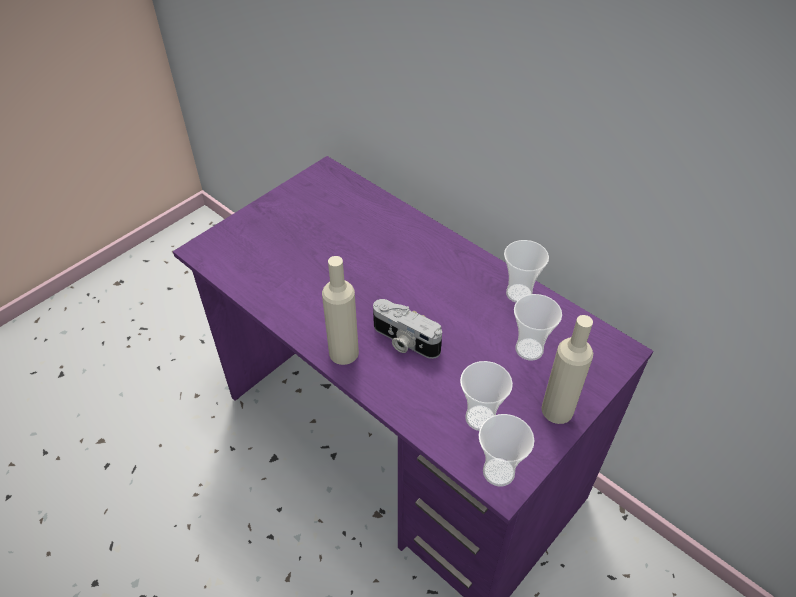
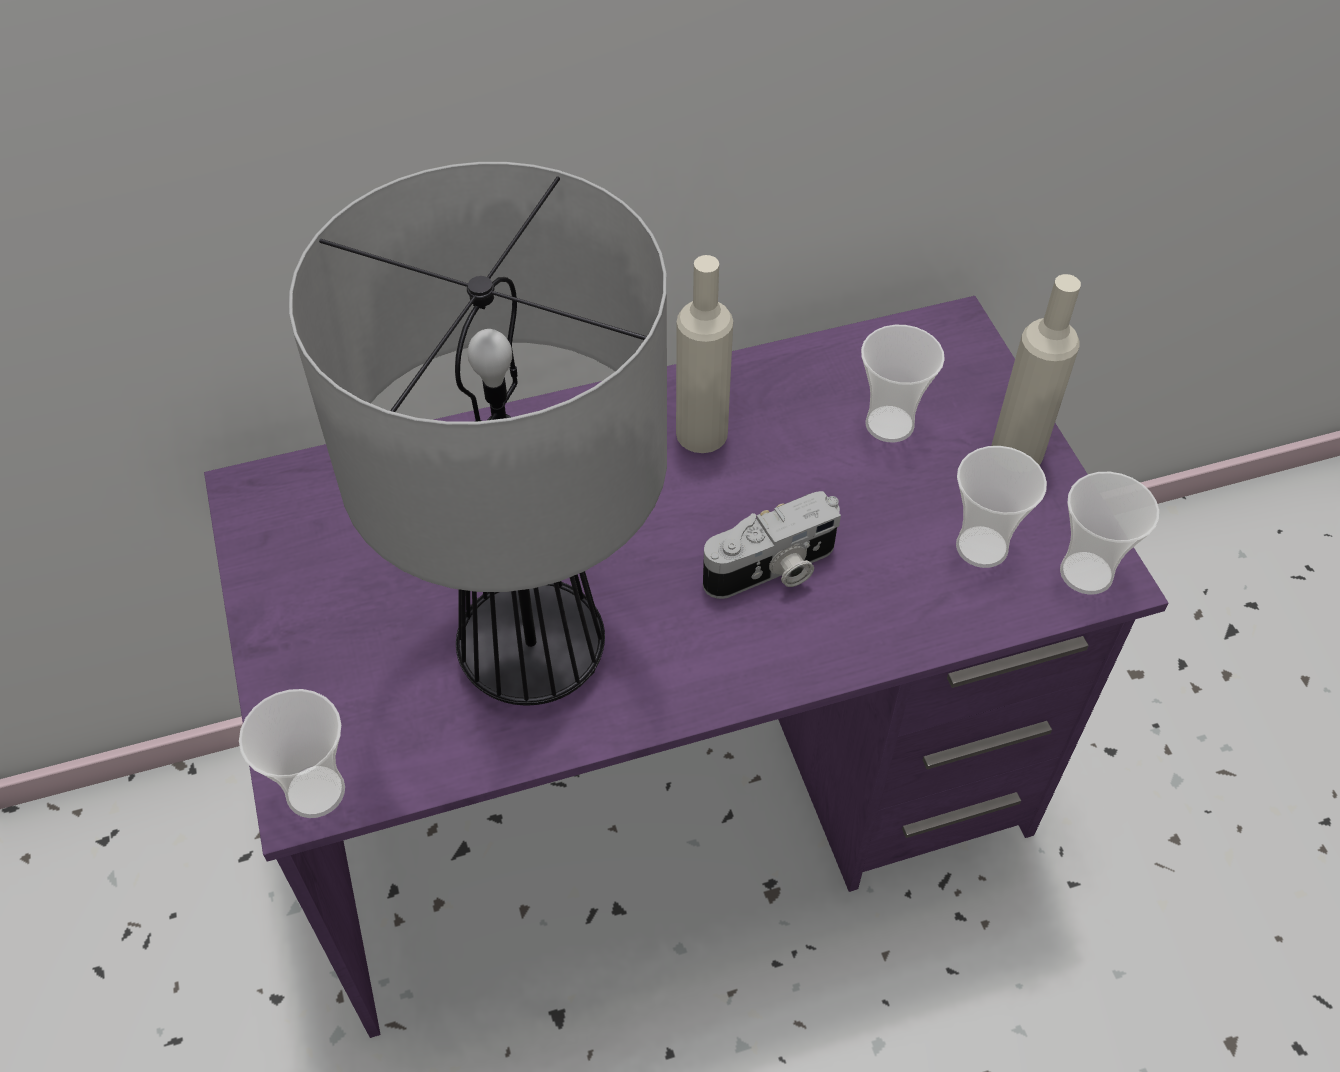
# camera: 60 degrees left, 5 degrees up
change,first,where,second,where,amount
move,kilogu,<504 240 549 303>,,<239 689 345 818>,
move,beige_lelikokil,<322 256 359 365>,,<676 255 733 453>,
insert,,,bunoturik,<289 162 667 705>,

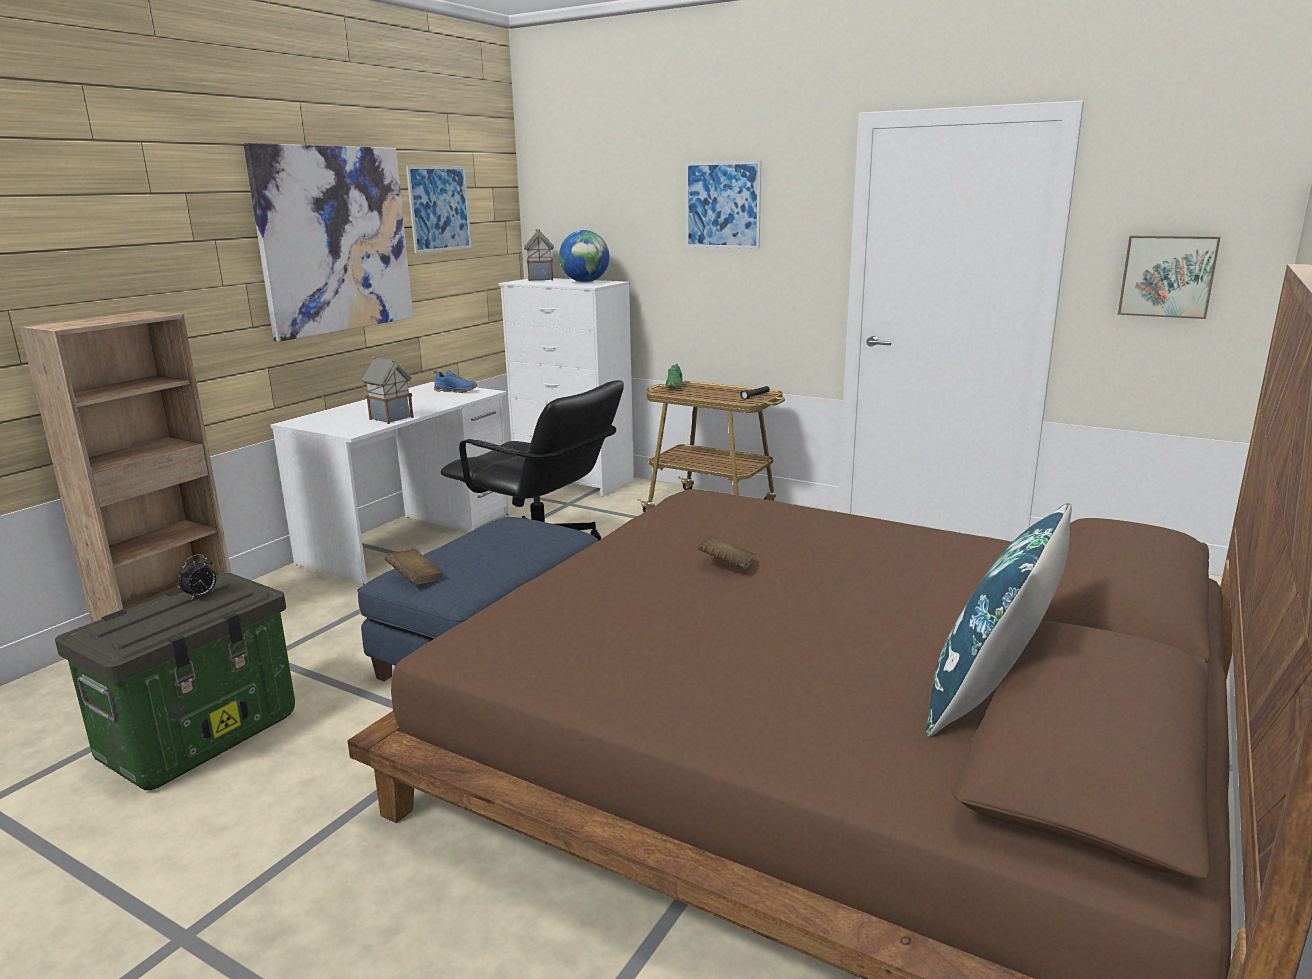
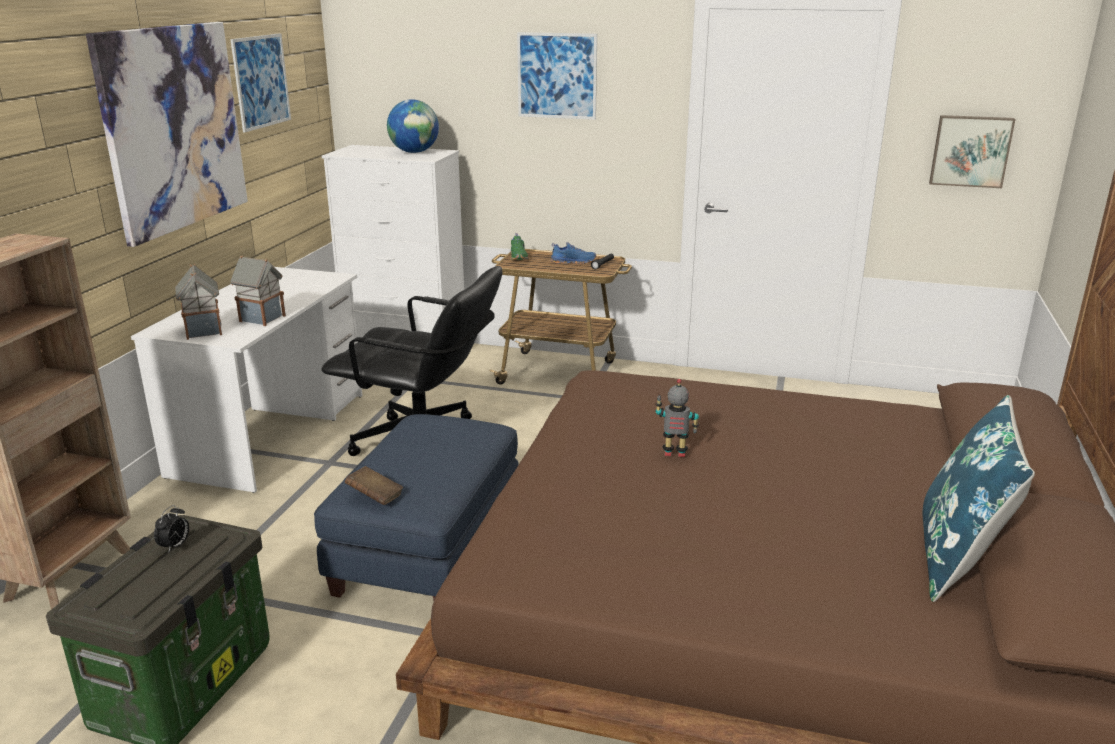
# camera: 15 degrees left, 5 degrees up
change,first,where,second,where,amount
move,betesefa,<524 229 554 281>,,<175 264 222 340>,
move,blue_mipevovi,<434 370 477 393>,,<551 242 596 264>,
replace,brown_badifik,<698 535 755 570>,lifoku,<655 379 699 457>,

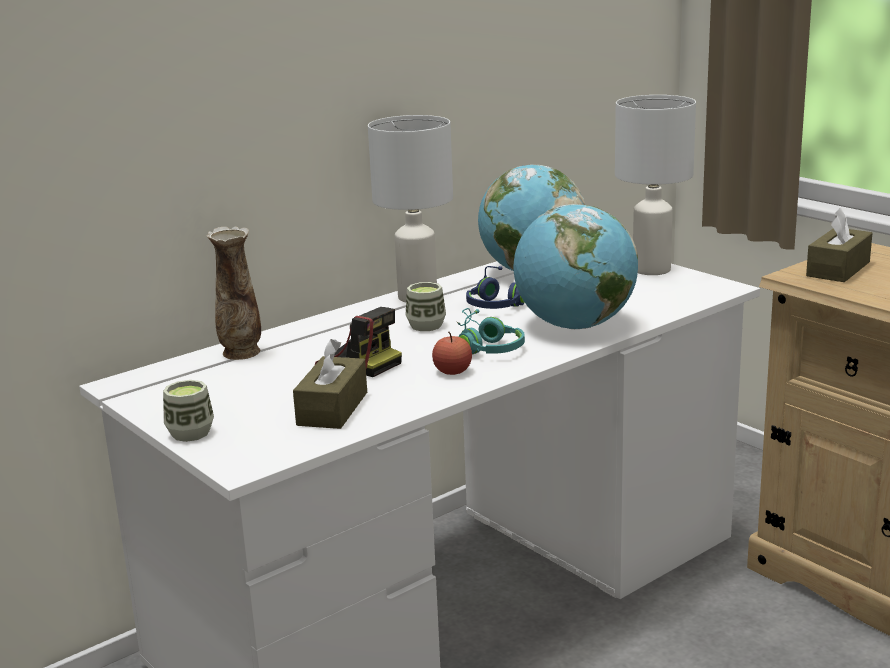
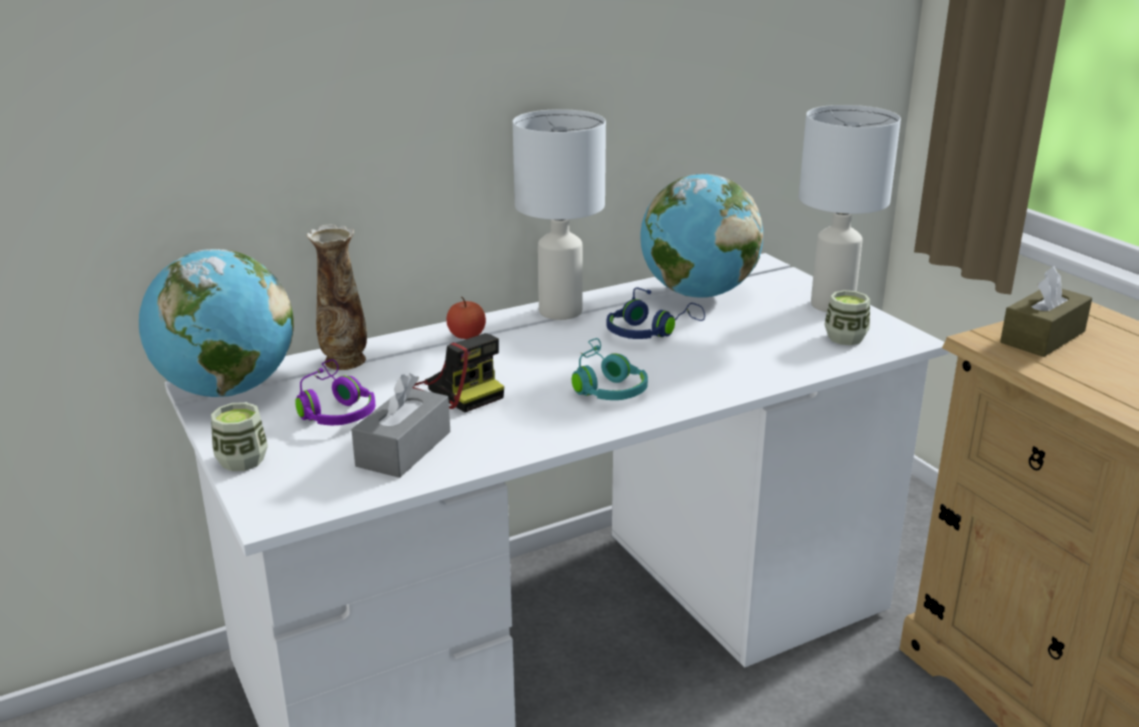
# camera: 10 degrees right, 5 degrees up
change,first,where,second,where,amount
move,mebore,<514 204 638 329>,,<139 249 294 397>,
move,kilogu,<406 282 446 331>,,<824 290 870 345>,
move,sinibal,<432 331 472 375>,,<447 297 486 339>,
recolor,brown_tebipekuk,<293 339 367 429>,grey_tebipekuk,<351 373 450 478>,
insert,,,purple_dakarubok,<295 359 376 425>,

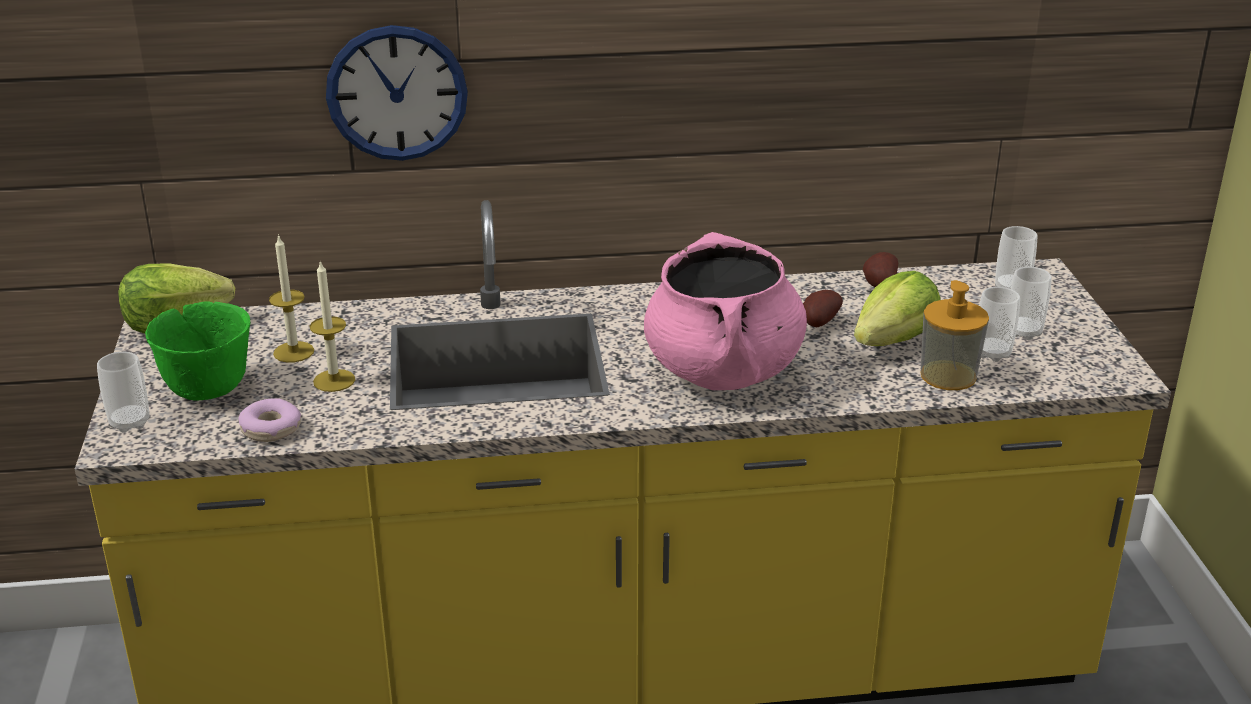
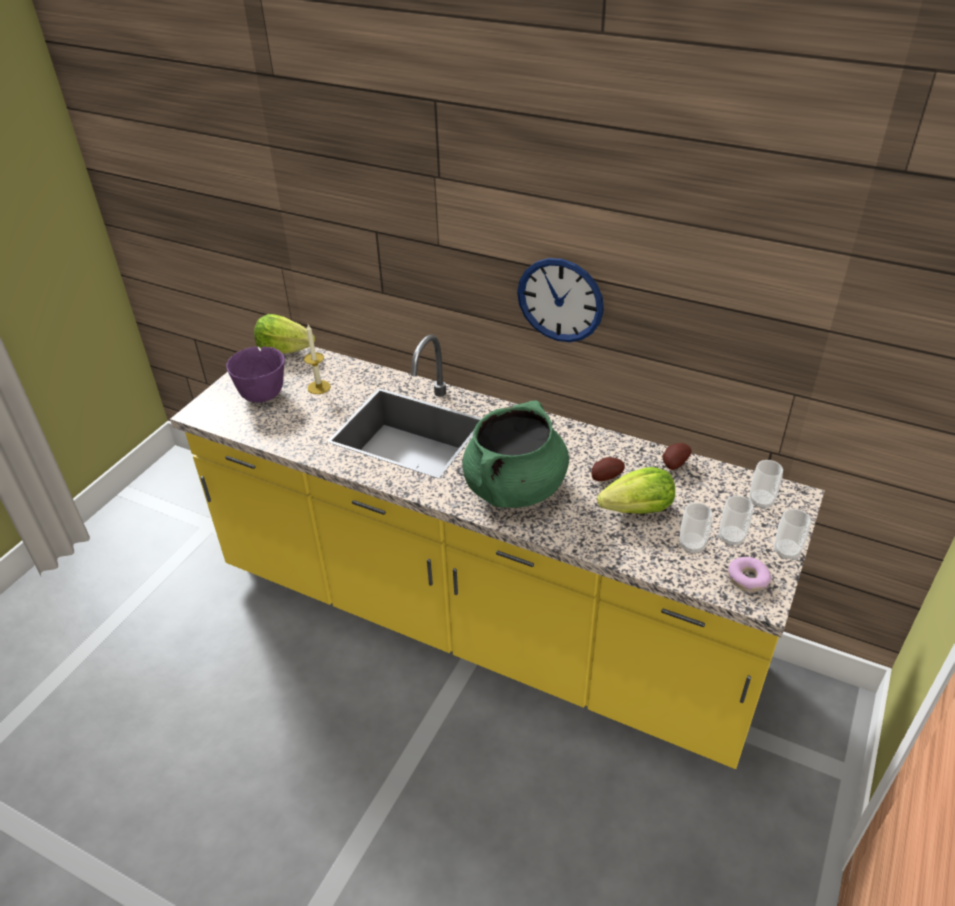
# camera: 35 degrees right, 10 degrees up
change,first,where,second,where,amount
move,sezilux,<326 25 468 161>,,<517 258 604 342>,
recolor,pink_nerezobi,<644 232 807 390>,green_nerezobi,<462 400 569 508>,
delete,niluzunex,<310 261 355 392>,,,
delete,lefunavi,<920 280 989 390>,,,
recolor,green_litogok,<145 302 251 400>,purple_litogok,<226 347 285 403>,
move,kilogu,<97 352 150 433>,,<774 509 811 560>,
move,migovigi,<238 398 301 442>,,<728 557 771 592>,

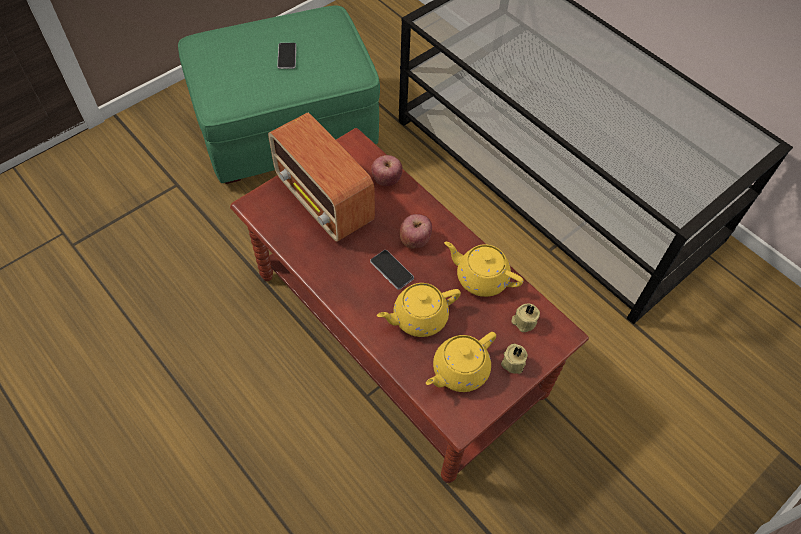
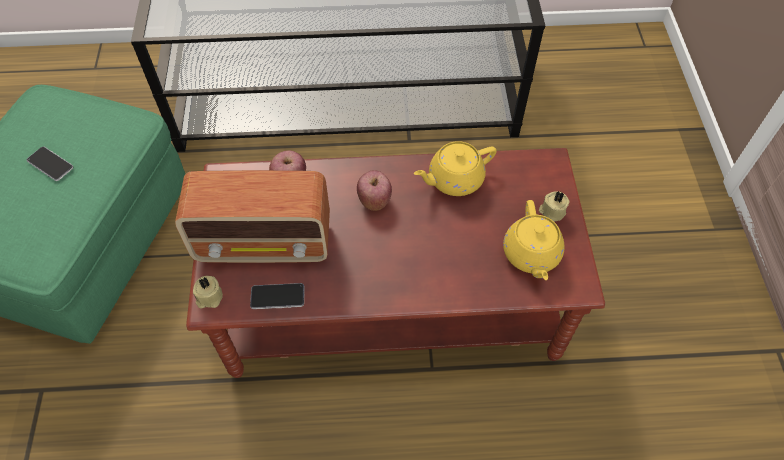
# camera: 50 degrees left, 0 degrees up
change,first,where,second,where,amount
move,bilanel,<370 250 414 290>,,<250 283 305 309>,
delete,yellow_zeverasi,<377 283 461 337>,,,
move,beige_niluzunex,<511 303 540 332>,,<193 276 223 309>,

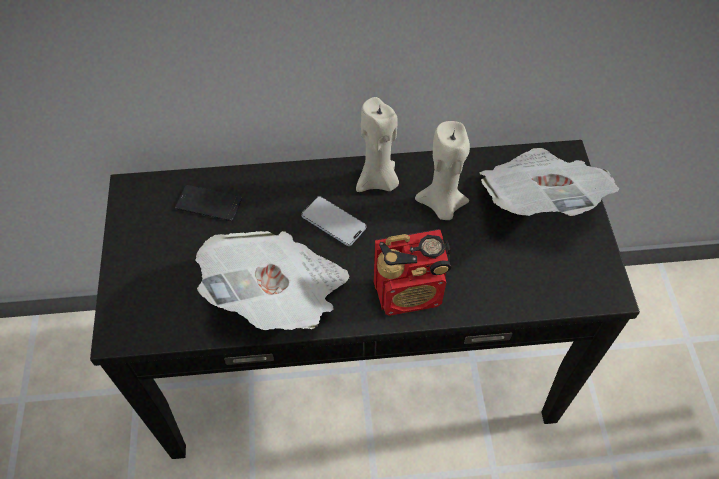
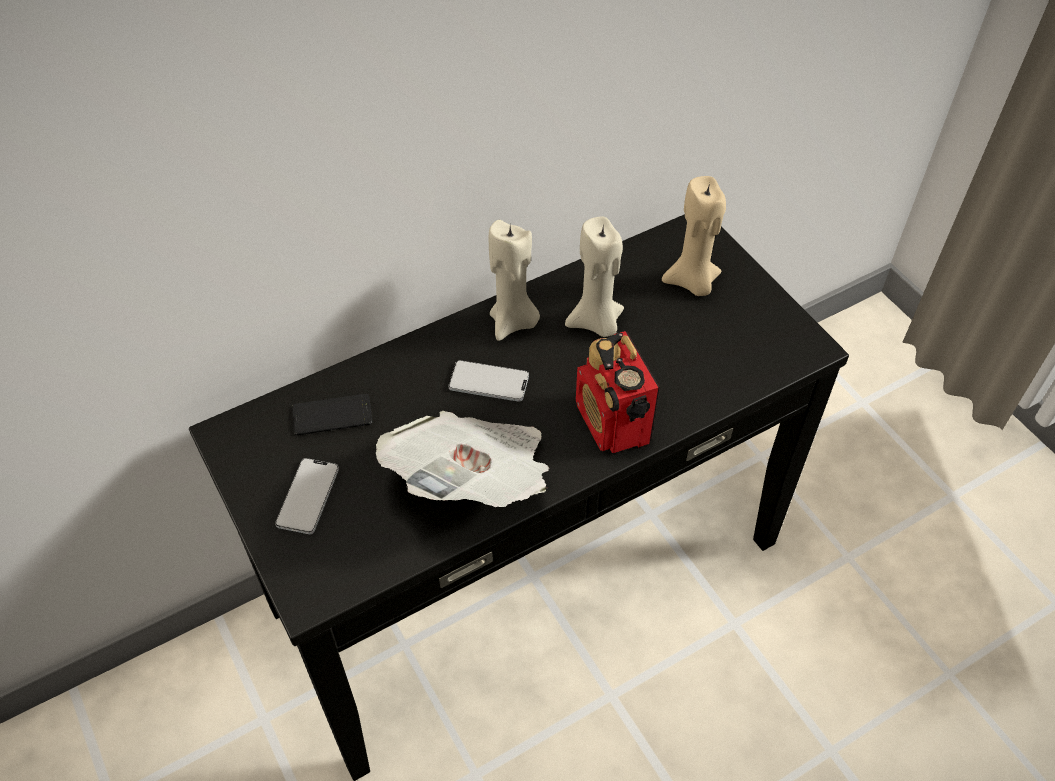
# camera: 25 degrees left, 5 degrees down
change,first,where,second,where,amount
replace,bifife,<479 148 619 216>,beige_niluzunex,<662 176 726 296>,
rotate,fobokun,<373 229 451 316>,,<576 331 659 453>,105 degrees clockwise
insert,,,bilanel,<275 458 339 534>,

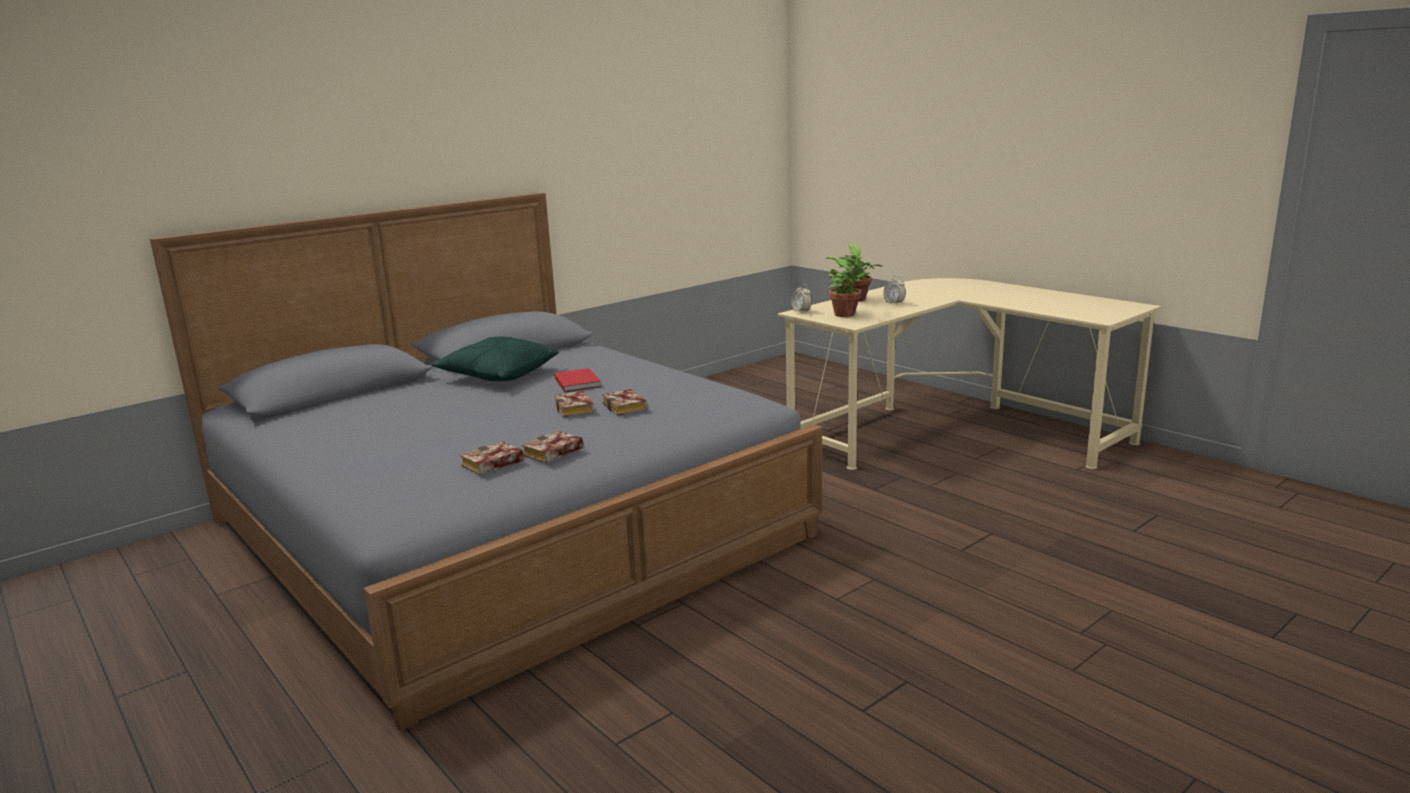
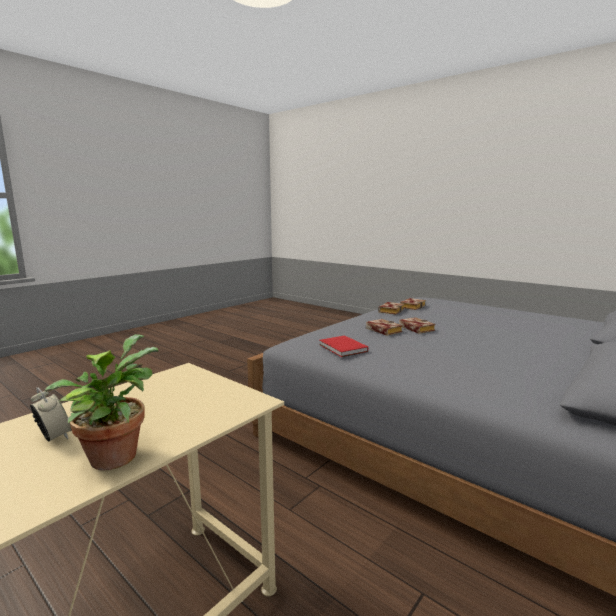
# camera: 170 degrees right, 5 degrees down
change,first,where,second,where,amount
delete,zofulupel,<825 257 870 317>,,,
delete,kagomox,<791 284 812 312>,,,
delete,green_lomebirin,<432 336 559 381>,,,
move,red_badifik,<554 368 601 392>,,<319 336 368 357>,

